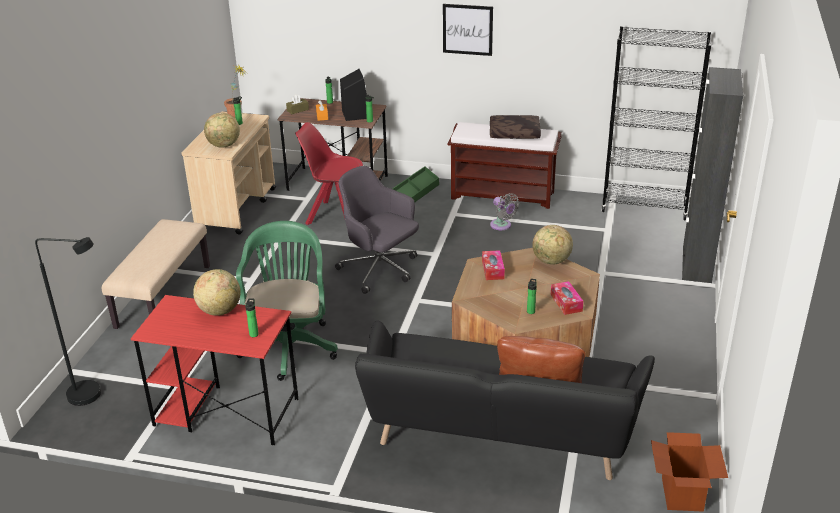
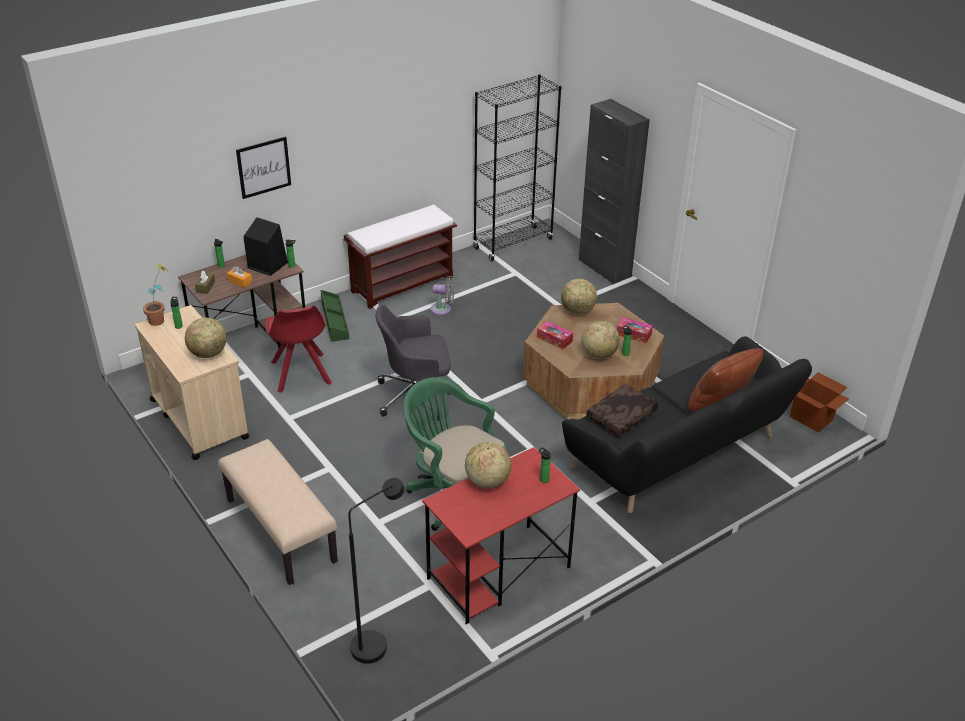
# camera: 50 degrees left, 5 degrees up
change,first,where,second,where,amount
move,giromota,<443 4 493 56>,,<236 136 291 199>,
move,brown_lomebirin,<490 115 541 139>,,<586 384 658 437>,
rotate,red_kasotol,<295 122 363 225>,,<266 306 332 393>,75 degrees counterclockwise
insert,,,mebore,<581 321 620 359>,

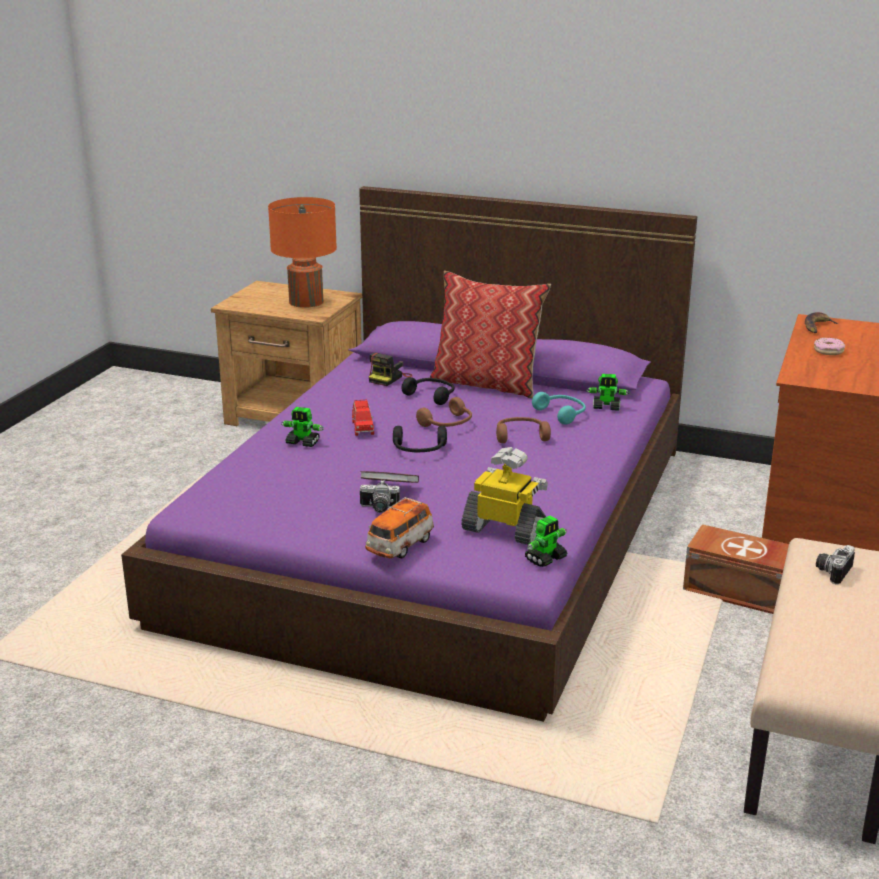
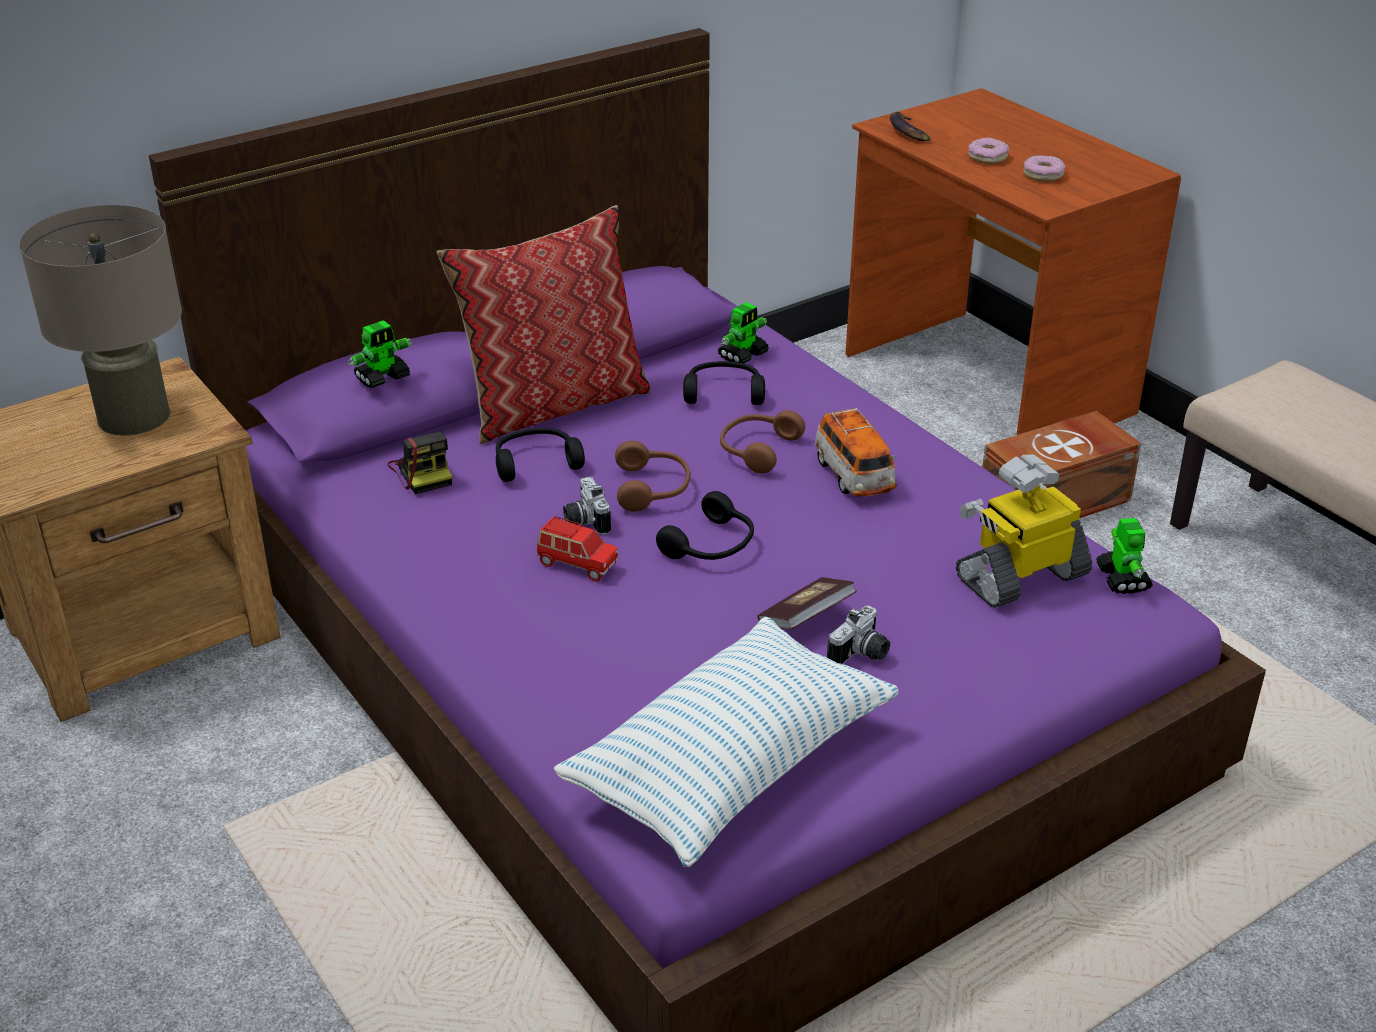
# camera: 55 degrees left, 10 degrees up
change,first,where,second,where,amount
recolor,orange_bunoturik,<268 197 337 308>,beige_bunoturik,<19 205 182 436>,
recolor,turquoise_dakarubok,<532 392 586 425>,black_dakarubok,<683 361 765 405>,
move,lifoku,<281 407 323 447>,,<348 320 413 388>,
move,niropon,<365 497 434 559>,,<815 408 897 497>,
move,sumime,<816 545 855 585>,,<563 477 611 535>,
insert,,,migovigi,<1023 155 1065 182>,
insert,,,lomebirin,<554 616 899 867>,

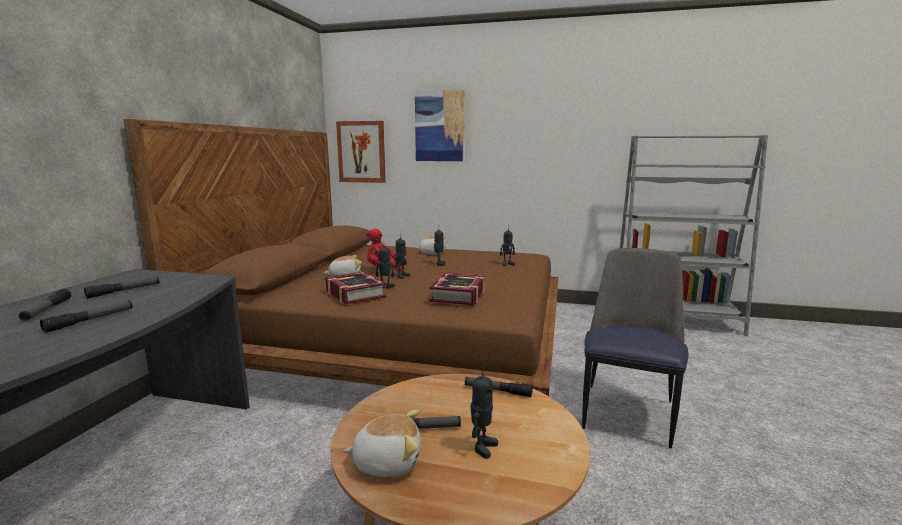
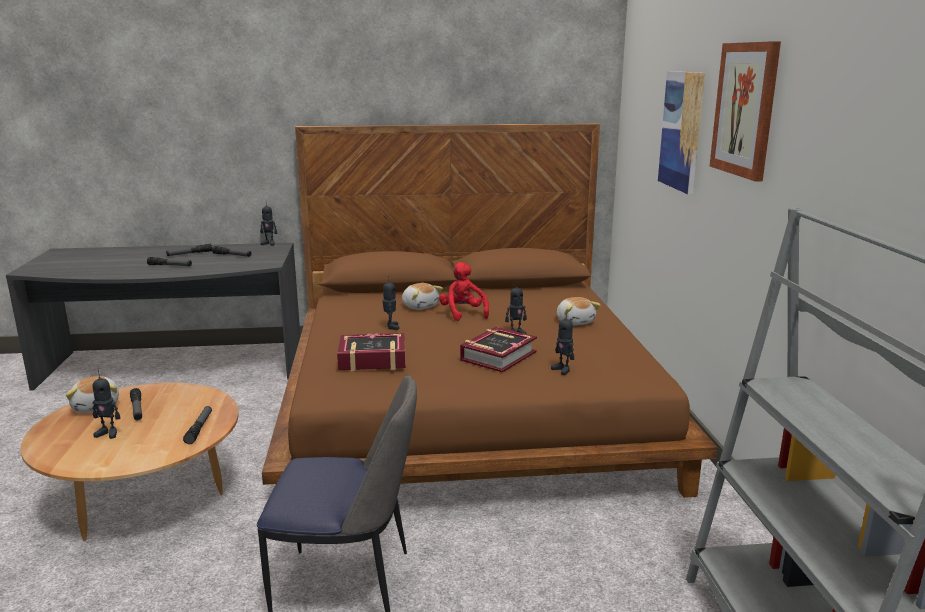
# camera: 70 degrees right, 5 degrees up
change,first,where,second,where,amount
move,giromota,<336 121 386 183>,,<710 41 781 181>,
move,lifoku,<395 233 410 279>,,<260 205 277 246>,
move,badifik,<325 271 387 304>,,<460 327 537 372>,

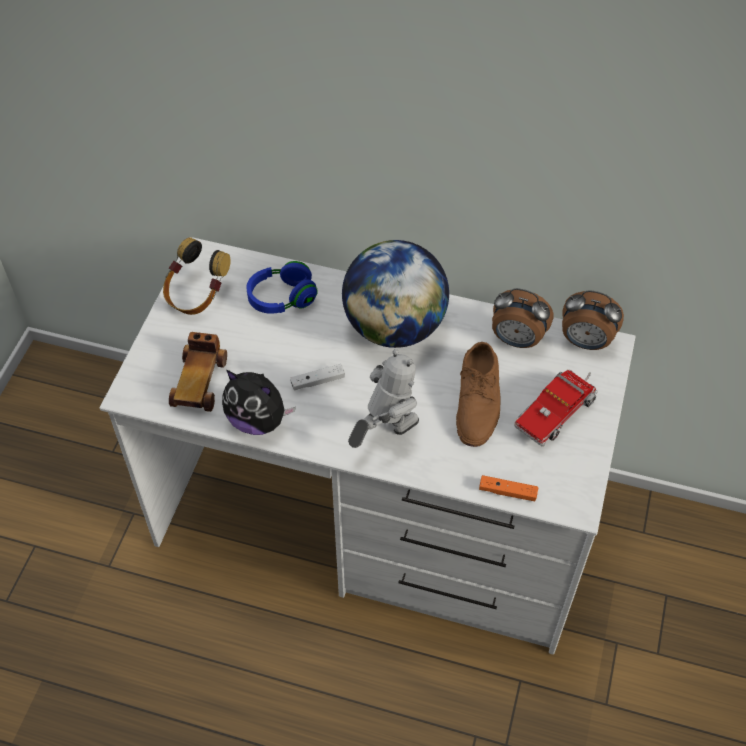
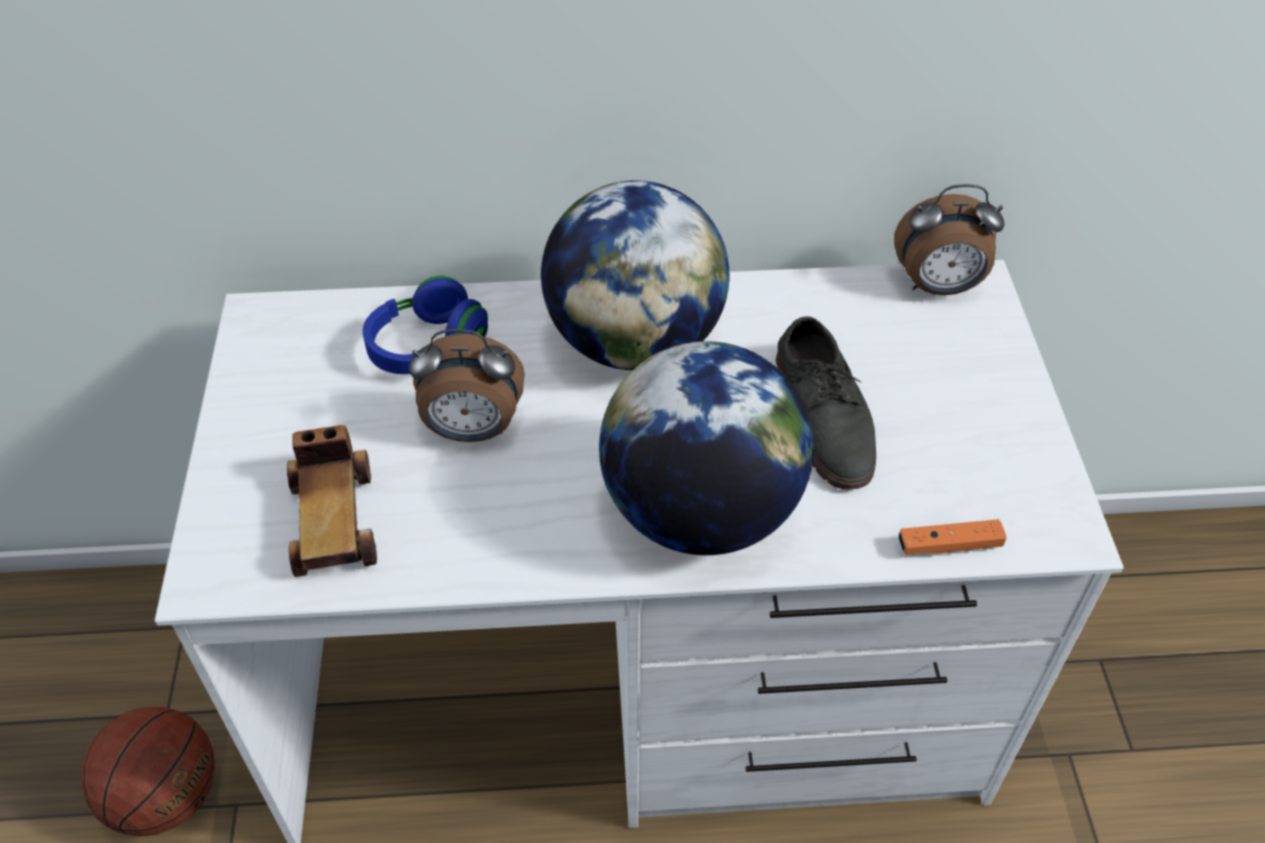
# camera: 20 degrees left, 5 degrees down
change,first,where,second,where,amount
delete,dakarubok,<163 237 230 315>,,,
move,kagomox,<492 288 553 348>,,<409 329 525 442>,
recolor,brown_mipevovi,<456 342 501 447>,grey_mipevovi,<776 316 876 490>,
replace,lifoku,<348 349 419 448>,mebore,<599 341 813 555>,
delete,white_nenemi,<290 364 345 391>,,,
delete,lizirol,<222 370 296 435>,,,
delete,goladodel,<514 370 598 447>,,,
insert,,,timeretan,<81 707 215 836>,

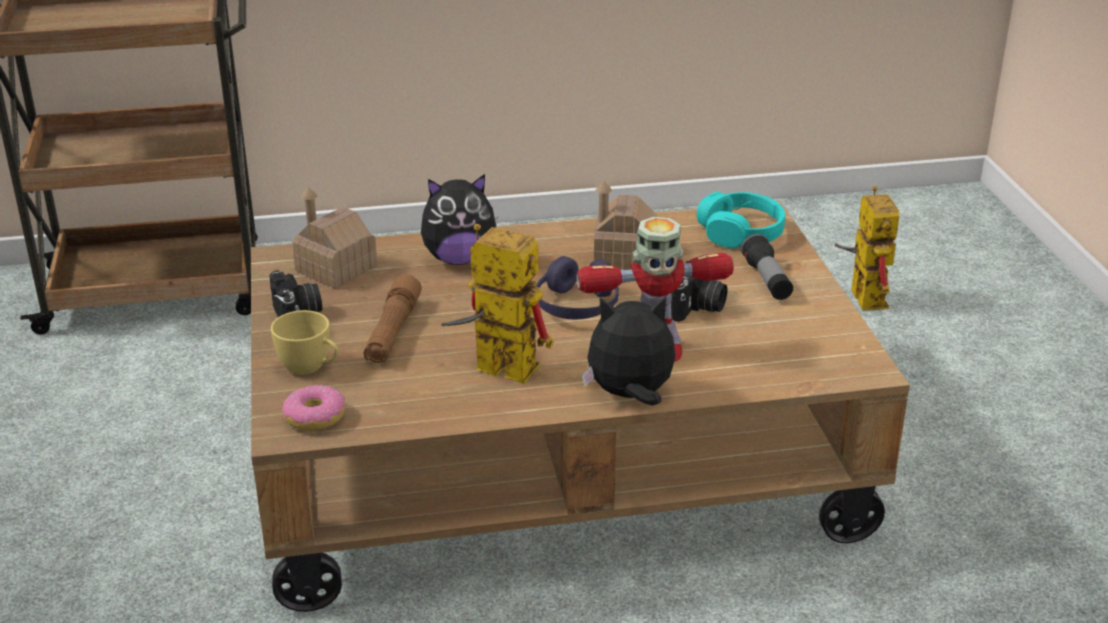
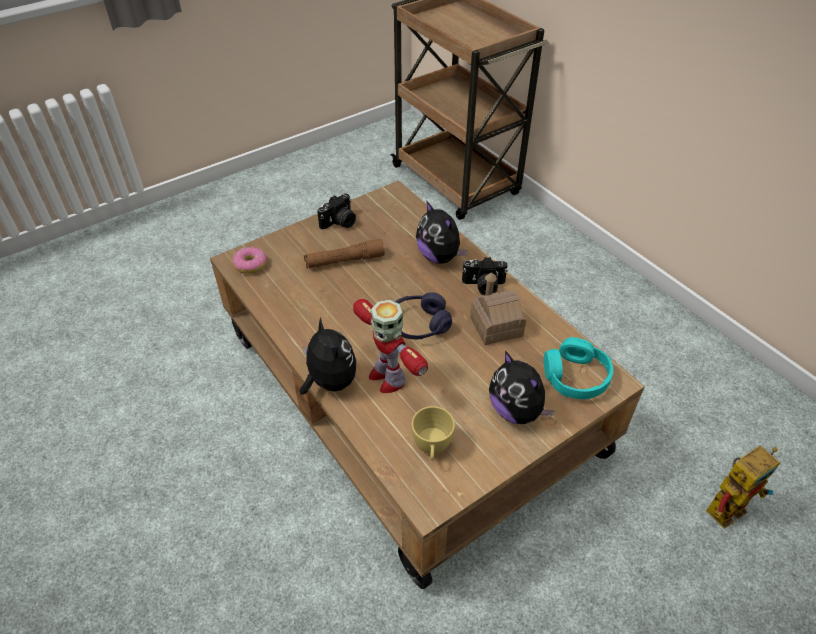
# camera: 65 degrees right, 15 degrees up
change,first,where,second,where,amount
delete,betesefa,<292 187 377 288>,,,
delete,lifoku,<441 224 554 384>,,,
replace,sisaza,<741 234 793 300>,lizirol,<489 351 554 424>,
move,sumime,<671 261 727 322>,,<462 257 508 295>,
move,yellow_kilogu,<271 310 338 375>,,<412 406 455 461>,

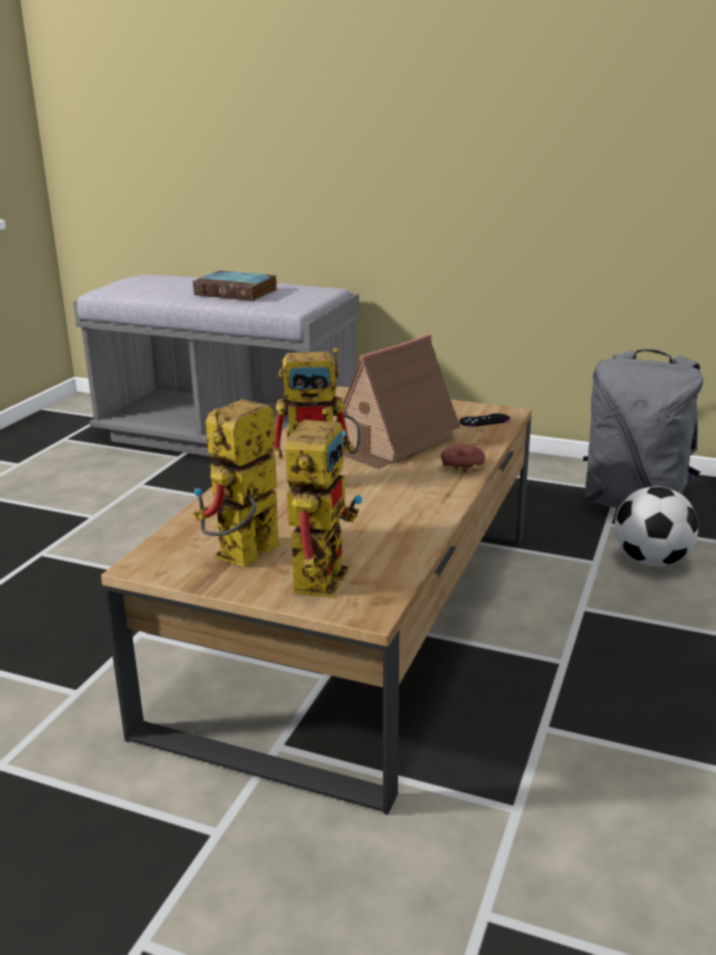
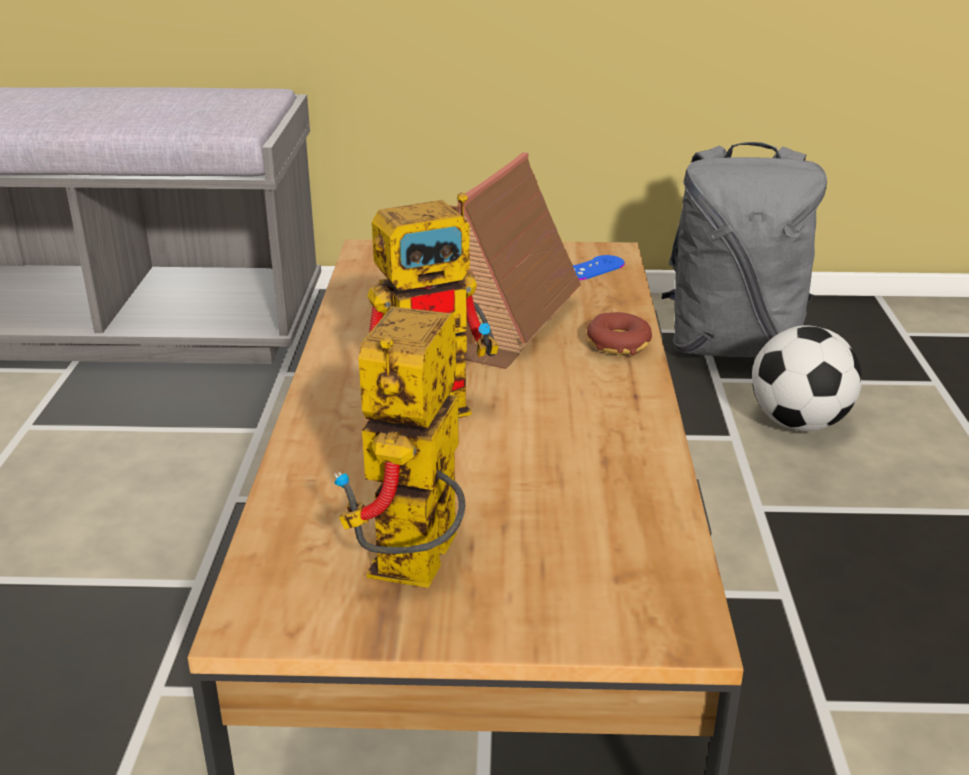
# camera: 20 degrees left, 5 degrees up
change,first,where,second,where,amount
delete,badifik,<193 271 277 301>,,,
delete,lifoku,<286 408 362 598>,,,
recolor,black_nenemi,<460 413 510 427>,blue_nenemi,<573 255 625 280>,

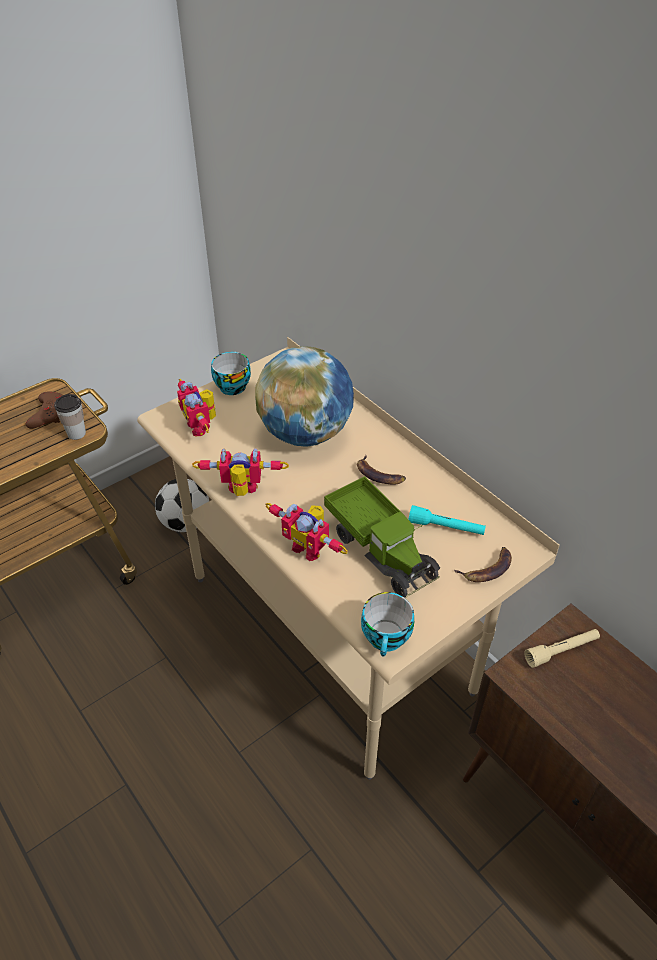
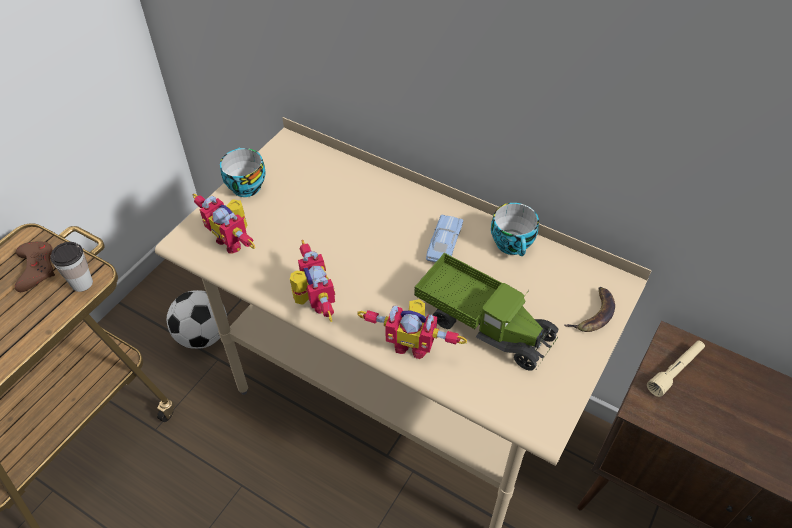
# camera: 20 degrees left, 5 degrees up
change,first,where,second,where,amount
delete,mebore,<255 346 354 447>,,,
rotate,lifoku,<192 448 289 496>,,<290 240 335 322>,90 degrees clockwise
replace,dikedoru,<357 455 406 485>,blue_niropon,<426 215 463 262>,
delete,turquoise_sisaza,<409 505 486 535>,,,
move,kilogu,<361 592 414 656>,,<491 203 539 256>,

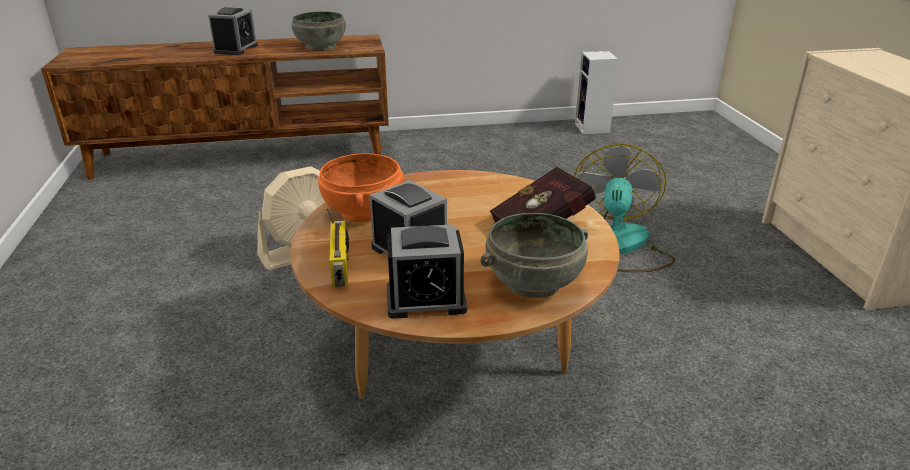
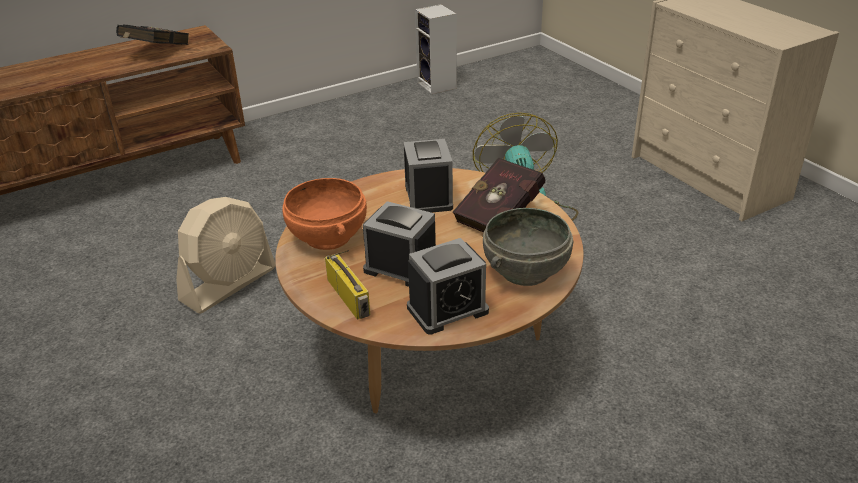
# camera: 20 degrees left, 5 degrees up
change,first,where,second,where,amount
move,kagomox,<208 7 258 55>,,<403 139 453 213>,
replace,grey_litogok,<292 11 346 51>,black_badifik,<116 24 189 45>,

